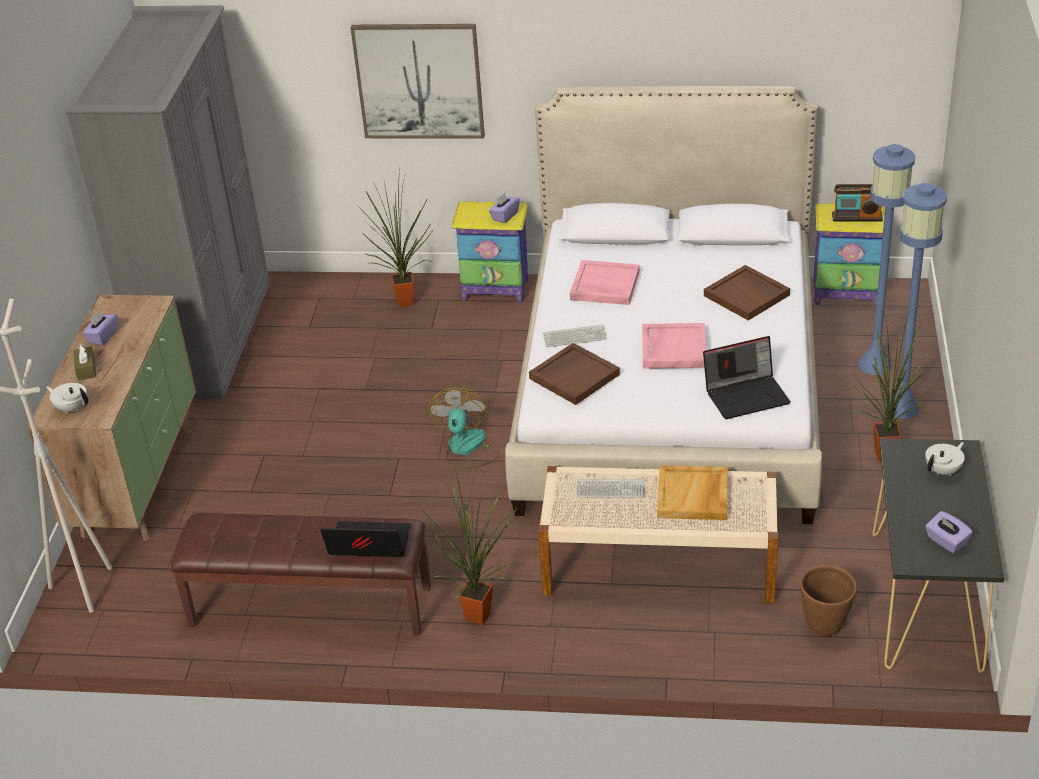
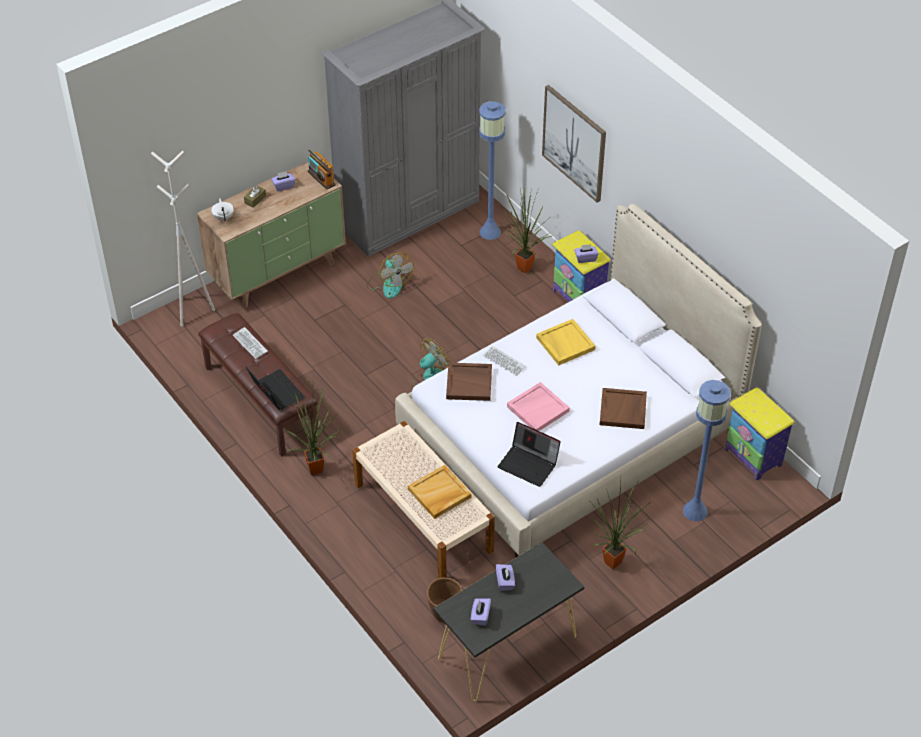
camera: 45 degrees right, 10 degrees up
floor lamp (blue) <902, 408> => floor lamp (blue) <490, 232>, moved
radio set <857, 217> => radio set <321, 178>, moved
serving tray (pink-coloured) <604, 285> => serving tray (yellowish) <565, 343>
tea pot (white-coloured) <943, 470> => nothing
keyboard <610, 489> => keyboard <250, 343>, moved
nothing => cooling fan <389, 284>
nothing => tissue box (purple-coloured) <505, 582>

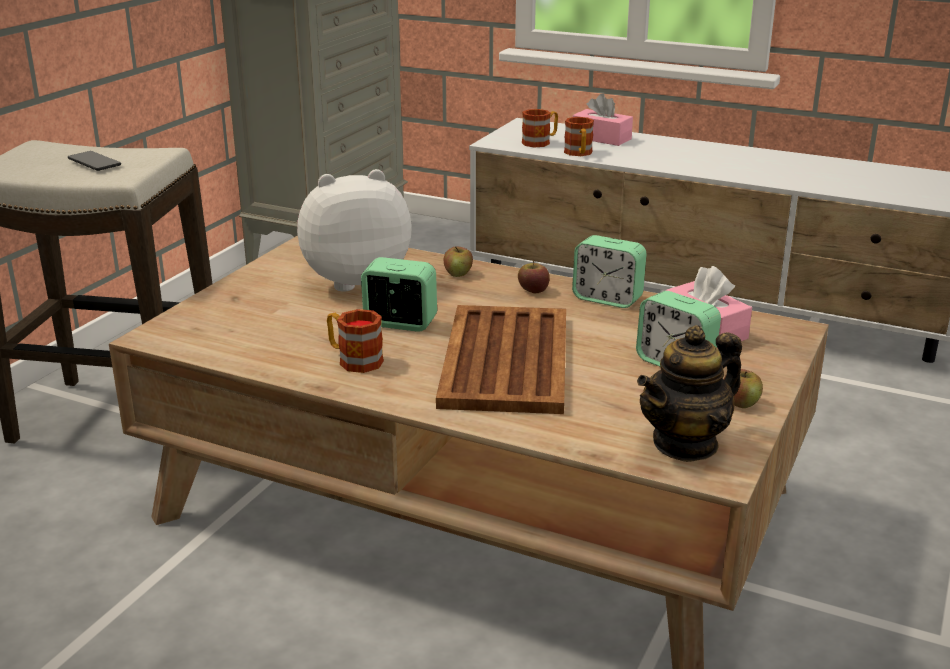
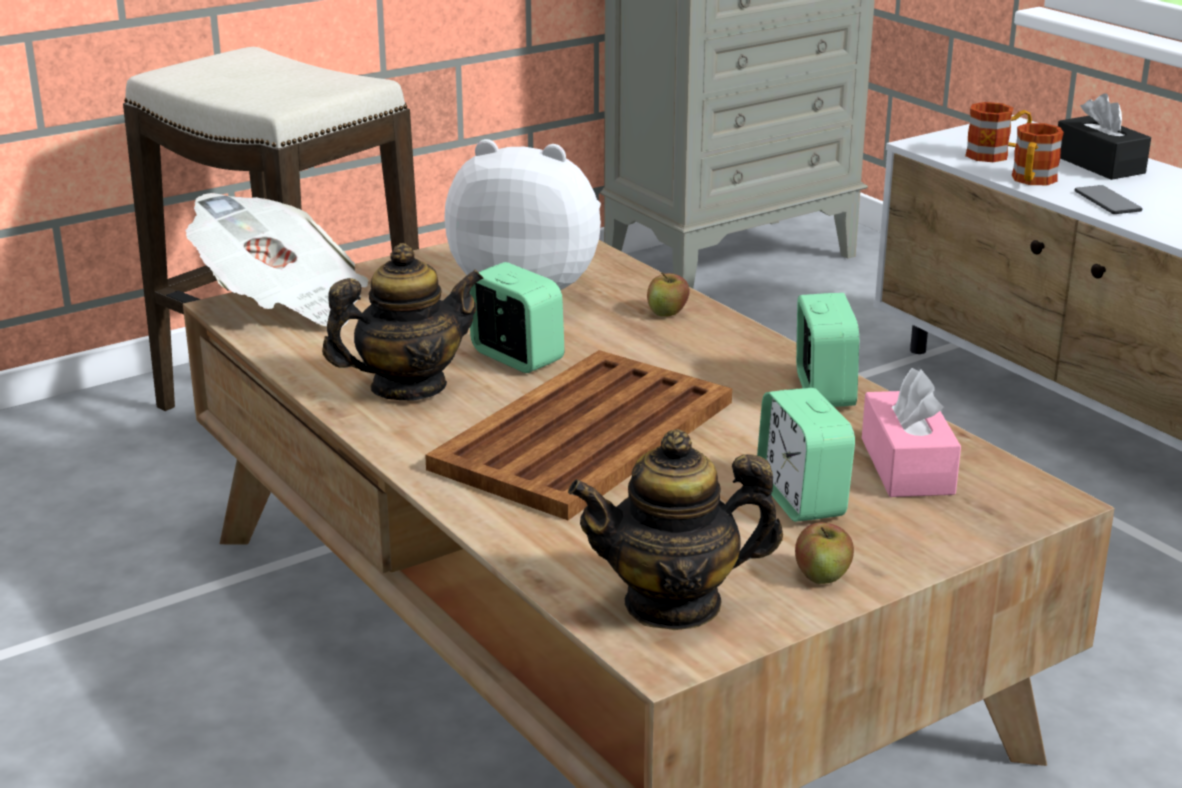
camera: 30 degrees right, 0 degrees up
tissue box (pink-coloured) <601, 138> => tissue box (blackish) <1099, 164>
handset <94, 162> => handset <1107, 201>, moved
table clock <607, 299> => table clock <823, 391>, 150 degrees counterclockwise
apple fruit <533, 290> => nothing
coffee mug <354, 360> => tea pot <408, 387>
nothing => daily paper <284, 304>

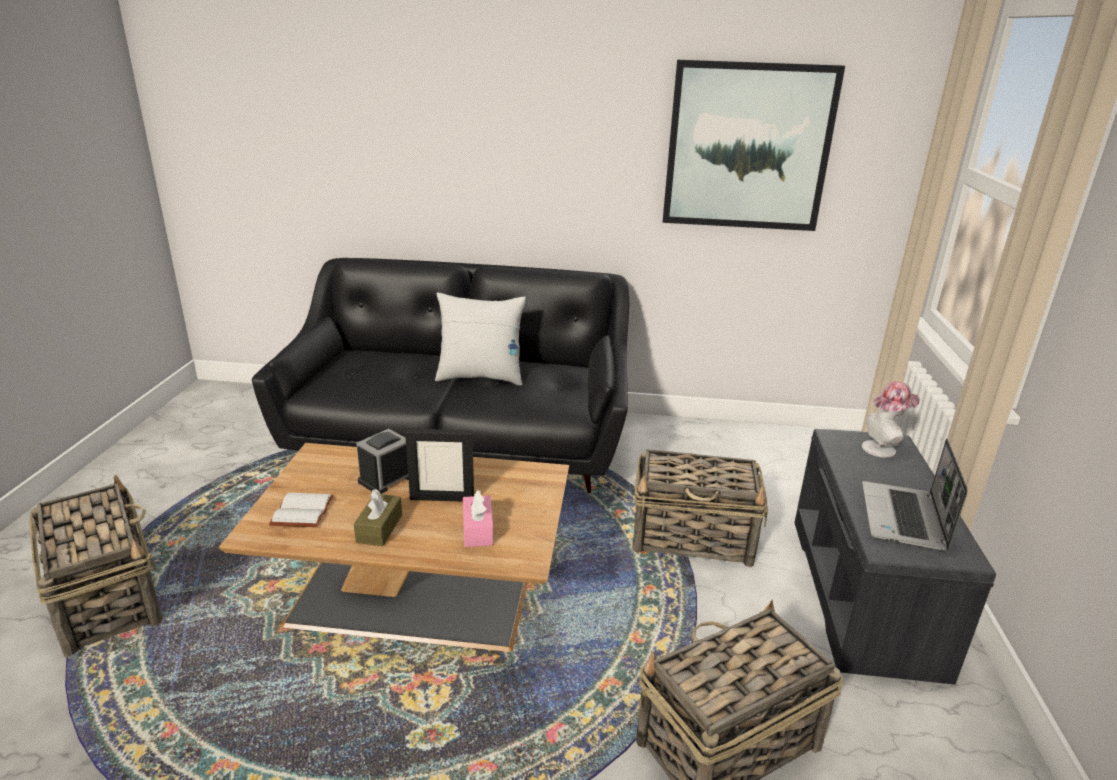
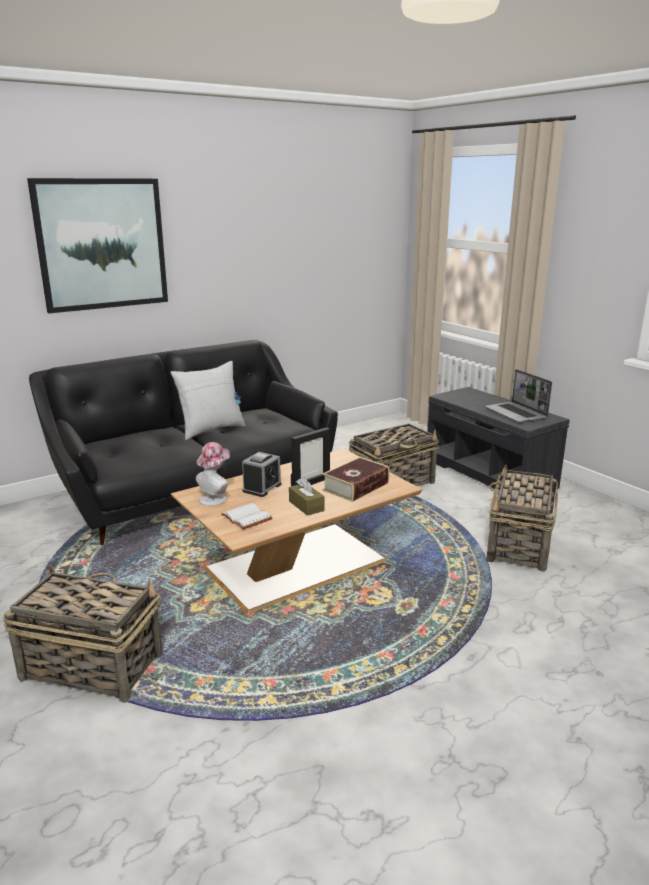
camera: 40 degrees left, 5 degrees down
picture <747, 147> => picture <102, 244>, moved
clothing hat <882, 448> => clothing hat <215, 498>, moved
table clock <386, 478> => table clock <262, 488>, 150 degrees counterclockwise
tissue box (pink-coloured) <478, 530> => bound book <356, 486>

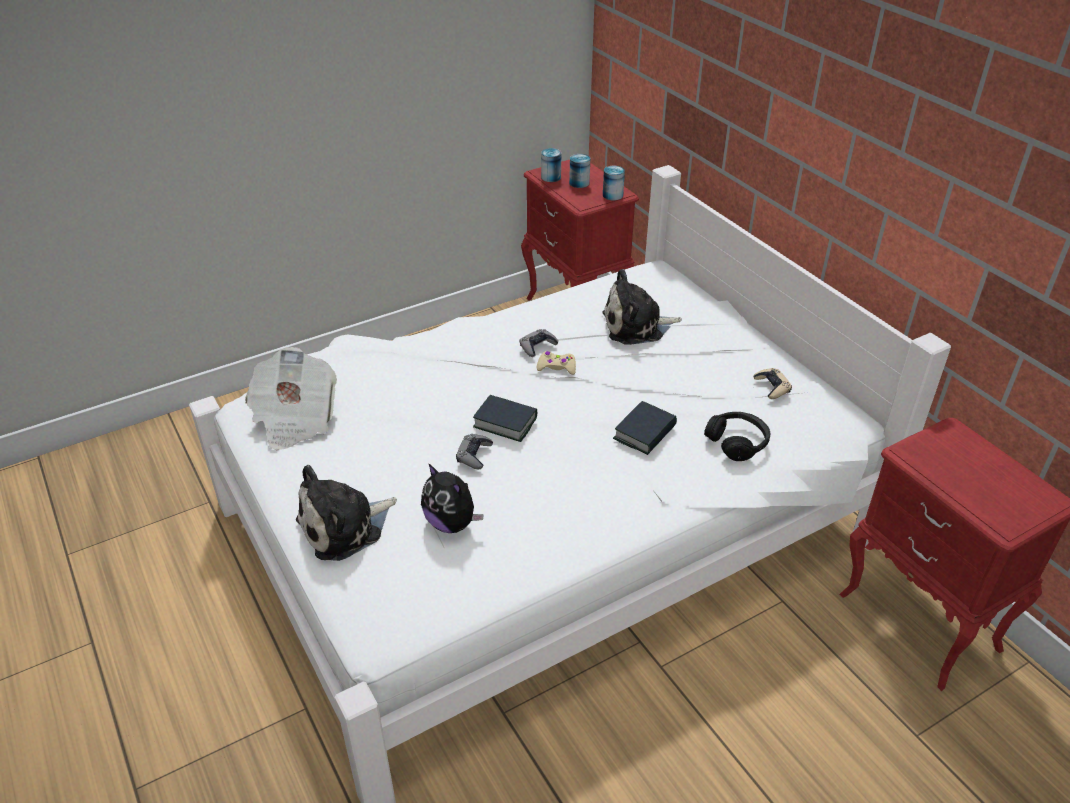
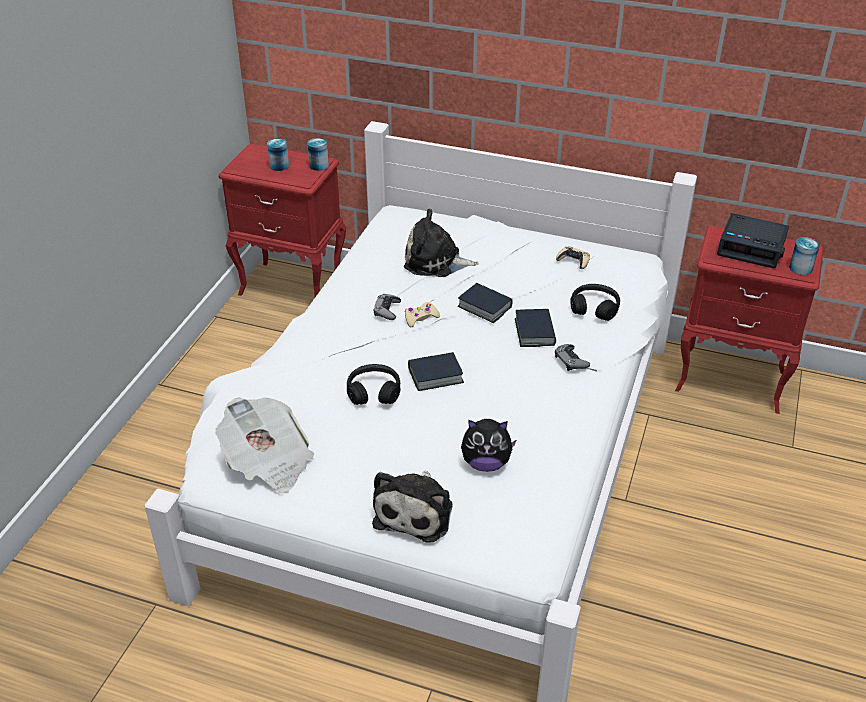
camera: 40 degrees left, 0 degrees up
can <551, 177> => can <800, 268>, moved
soft toy <637, 326> => soft toy <436, 261>, 60 degrees clockwise
gamepad (greyish) <474, 455> => gamepad (greyish) <571, 360>, moved
nothing => table clock <752, 247>
nothing => bound book <484, 307>
nothing => headphones (blackish) <374, 392>

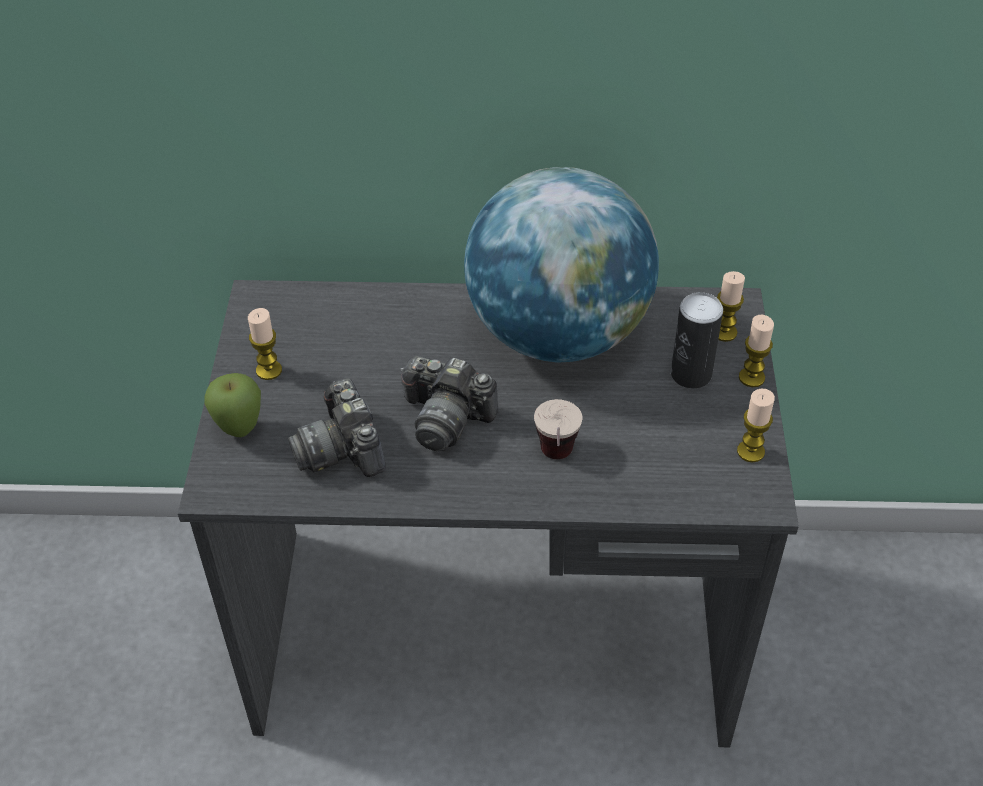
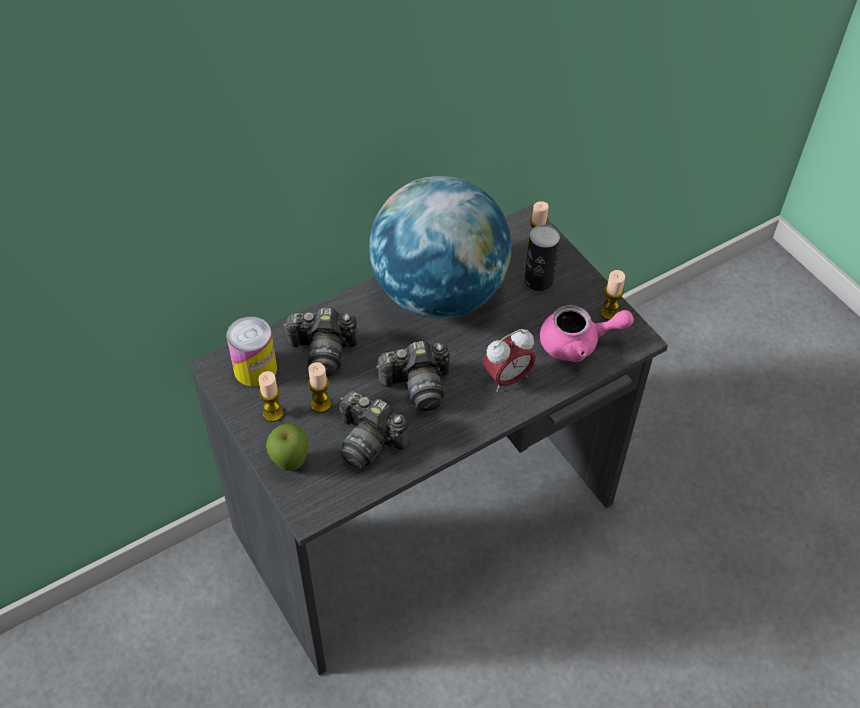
camera: 35 degrees left, 5 degrees up
wax candle <751, 377> => wax candle <321, 404>, moved
small cup <556, 463> => table clock <507, 378>
nothing => tea pot (pink-coloured) <578, 343>
nothing => photo camera <323, 351>
nothing => can <255, 369>

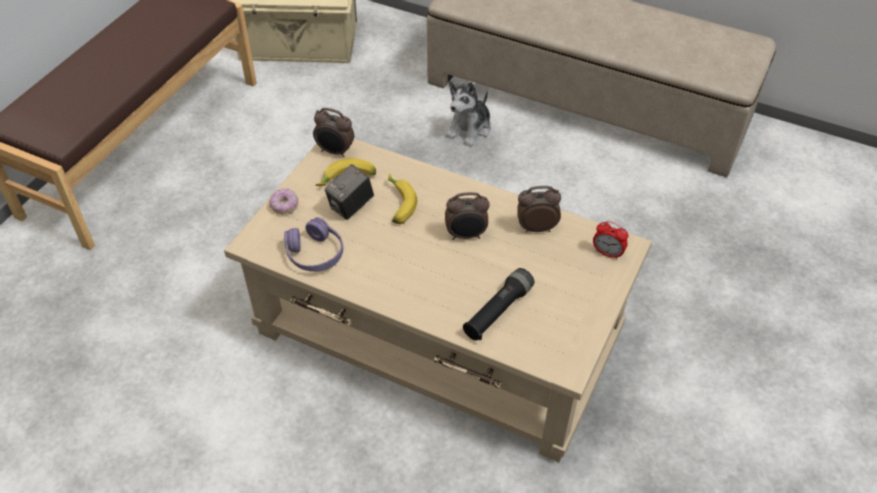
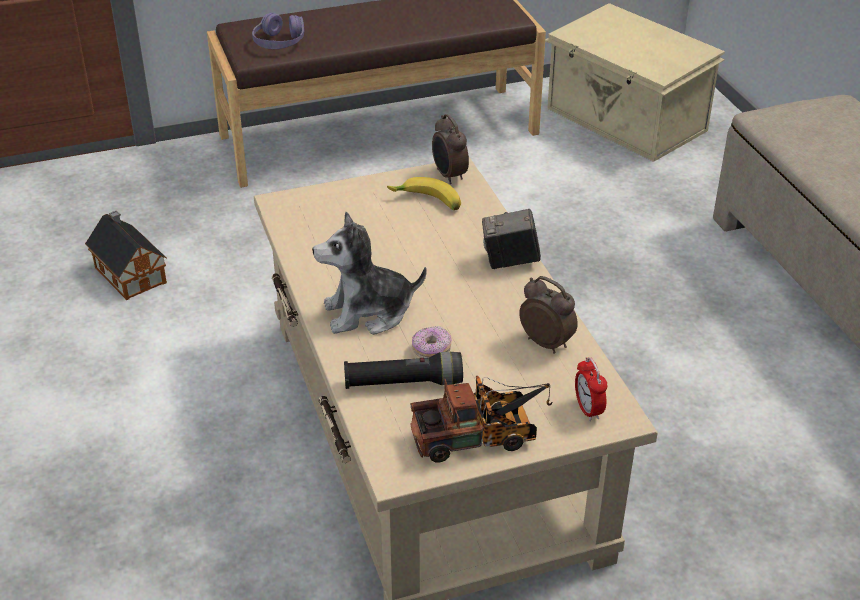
camera: 45 degrees right, 10 degrees down
soft toy <470, 129> => soft toy <368, 313>, moved
photo camera <351, 207> => photo camera <510, 261>, moved
banana fruit <397, 204> => nothing
ring doughnut <284, 206> => ring doughnut <431, 350>, moved
table clock <466, 235> => nothing
headphones (purple-coloured) <315, 254> => headphones (purple-coloured) <279, 42>, moved
nothing => miniature house <129, 273>
nothing => toy truck <481, 437>

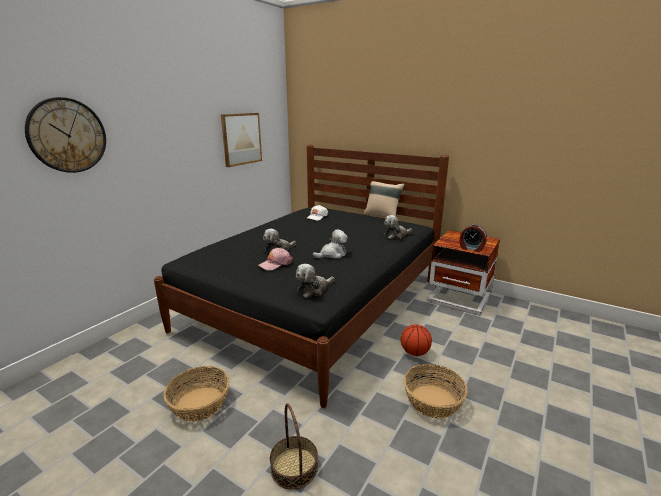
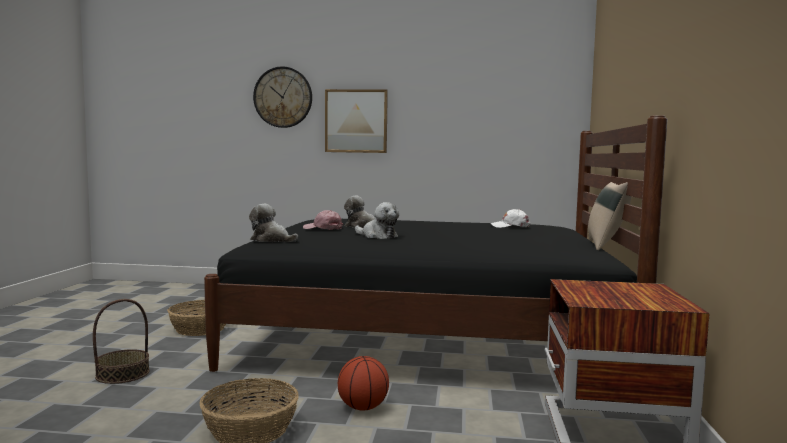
camera: 65 degrees right, 15 degrees down
picture <241, 139> => picture <356, 121>, moved
soft toy <396, 235> => nothing
table clock <471, 248> => nothing

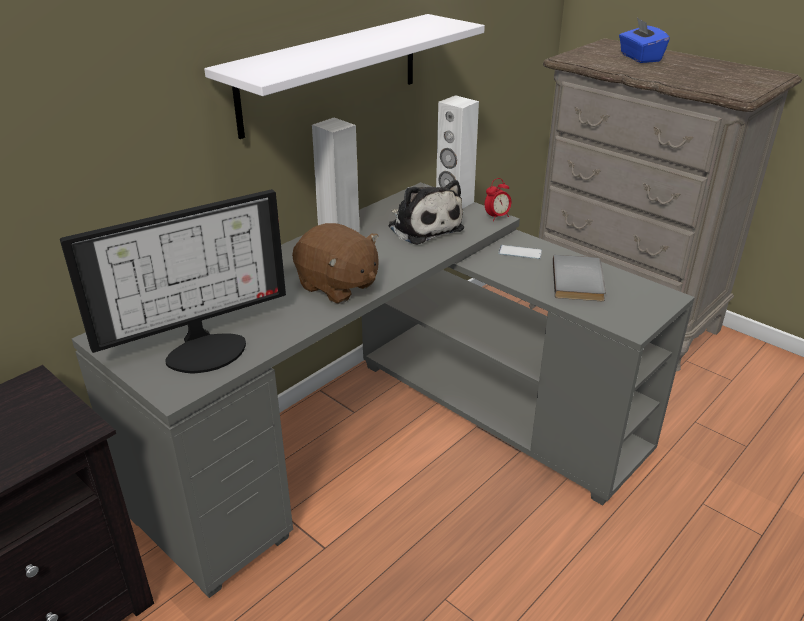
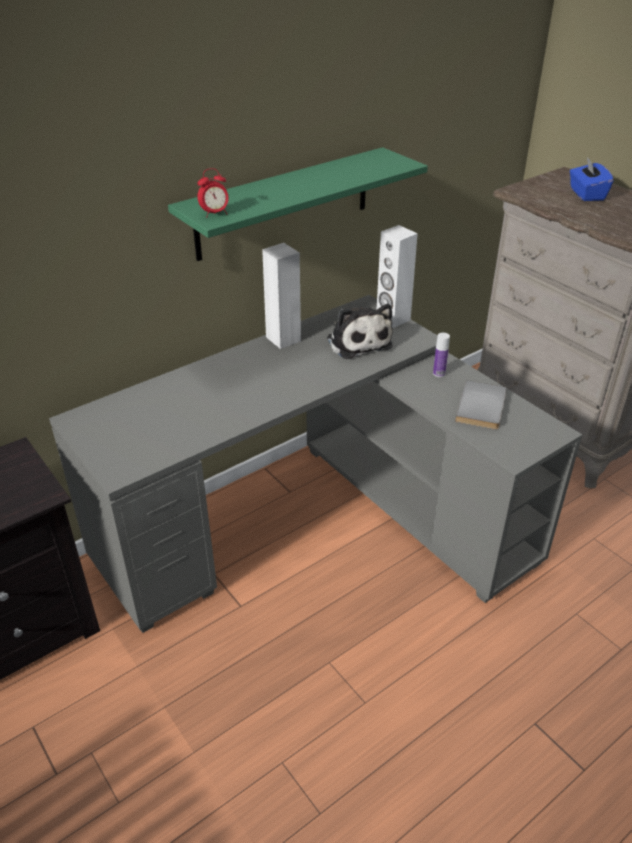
camera: 10 degrees right, 5 degrees up
bracket shelf (white-coloured) <331, 73> => bracket shelf (greenish) <284, 203>
table clock <497, 217> => table clock <215, 214>, moved
computer screen <205, 348> => nothing
soft toy (brown) <337, 286> => nothing
handset <520, 252> => drink bottle <439, 373>

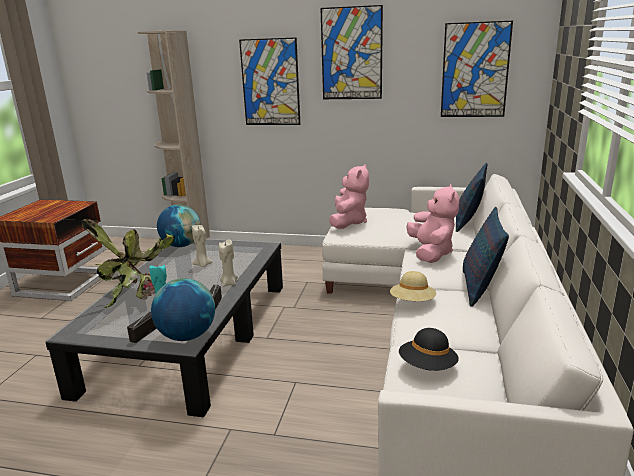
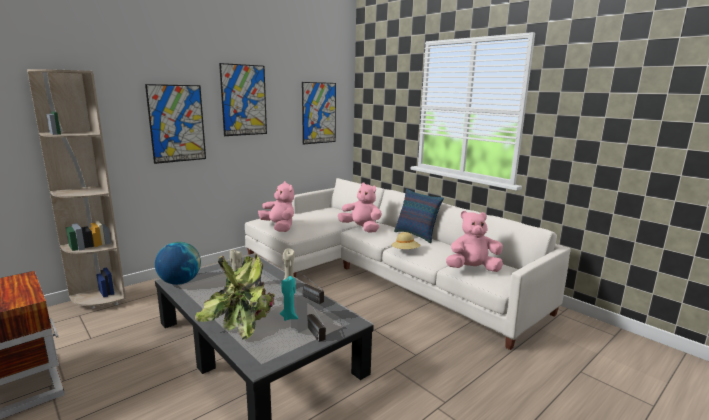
camera: 55 degrees left, 5 degrees down
pillow (blue) <468, 223> => nothing
world globe <187, 336> => nothing
clothing hat (blackish) <427, 367> => soft toy (pink-coloured) <472, 269>

